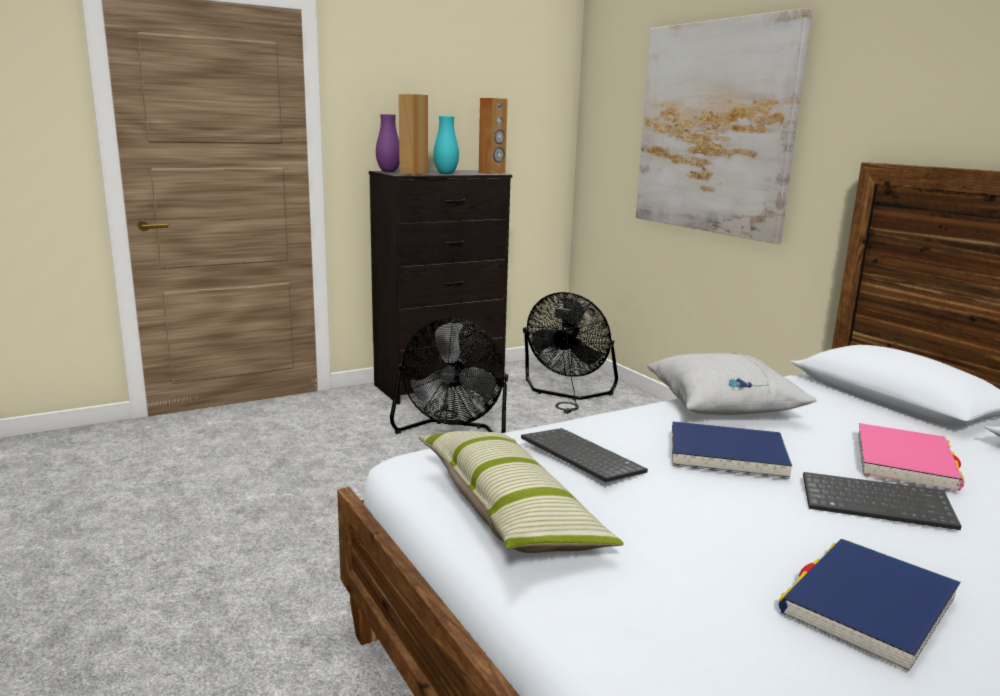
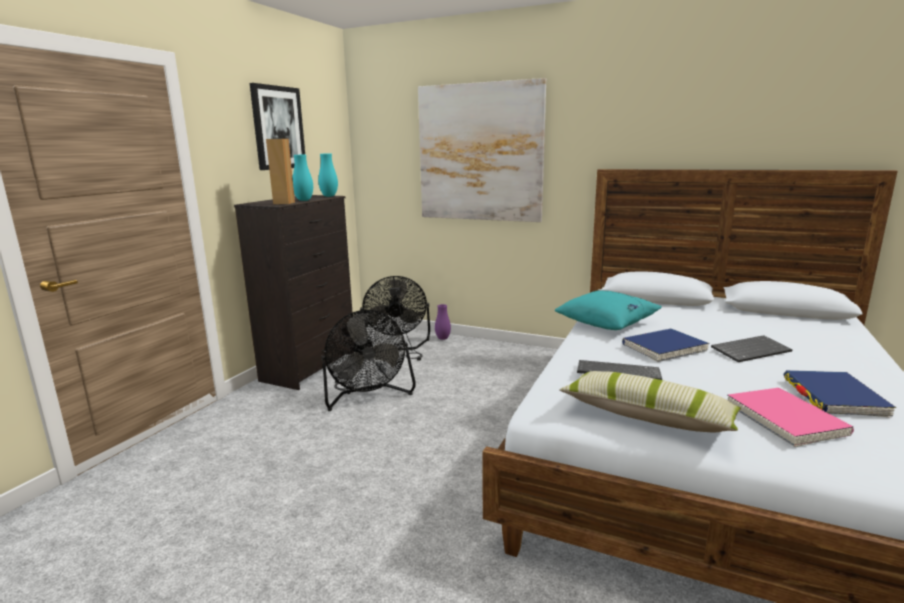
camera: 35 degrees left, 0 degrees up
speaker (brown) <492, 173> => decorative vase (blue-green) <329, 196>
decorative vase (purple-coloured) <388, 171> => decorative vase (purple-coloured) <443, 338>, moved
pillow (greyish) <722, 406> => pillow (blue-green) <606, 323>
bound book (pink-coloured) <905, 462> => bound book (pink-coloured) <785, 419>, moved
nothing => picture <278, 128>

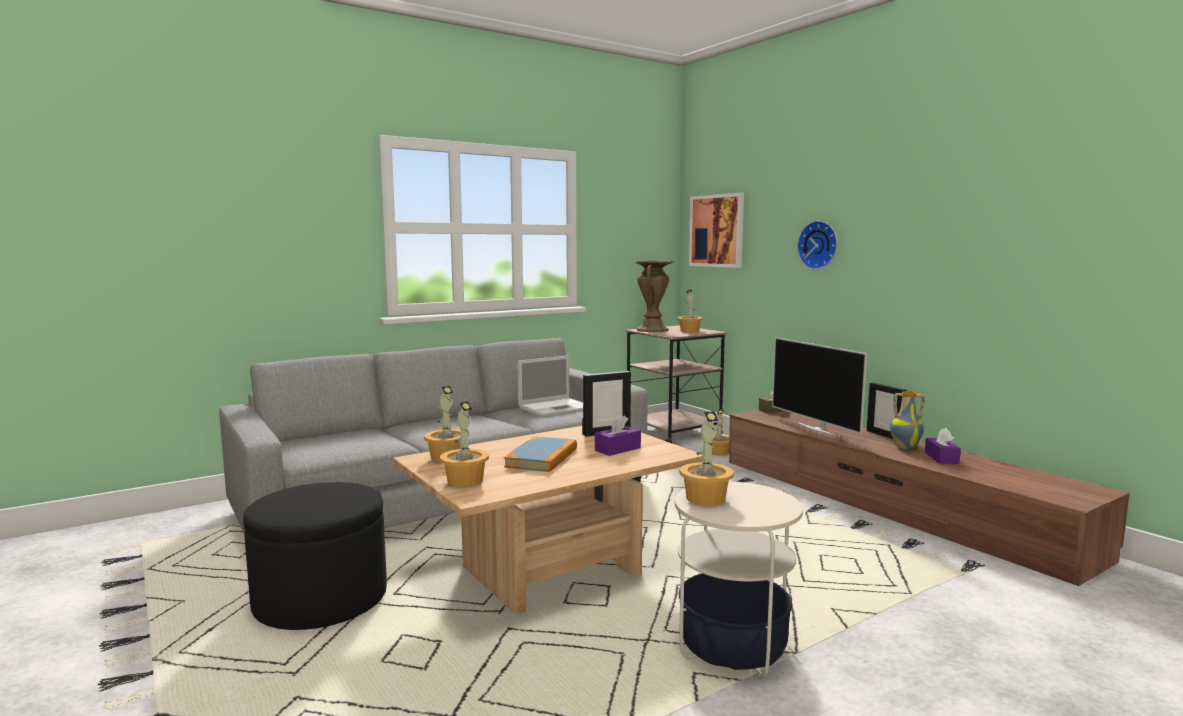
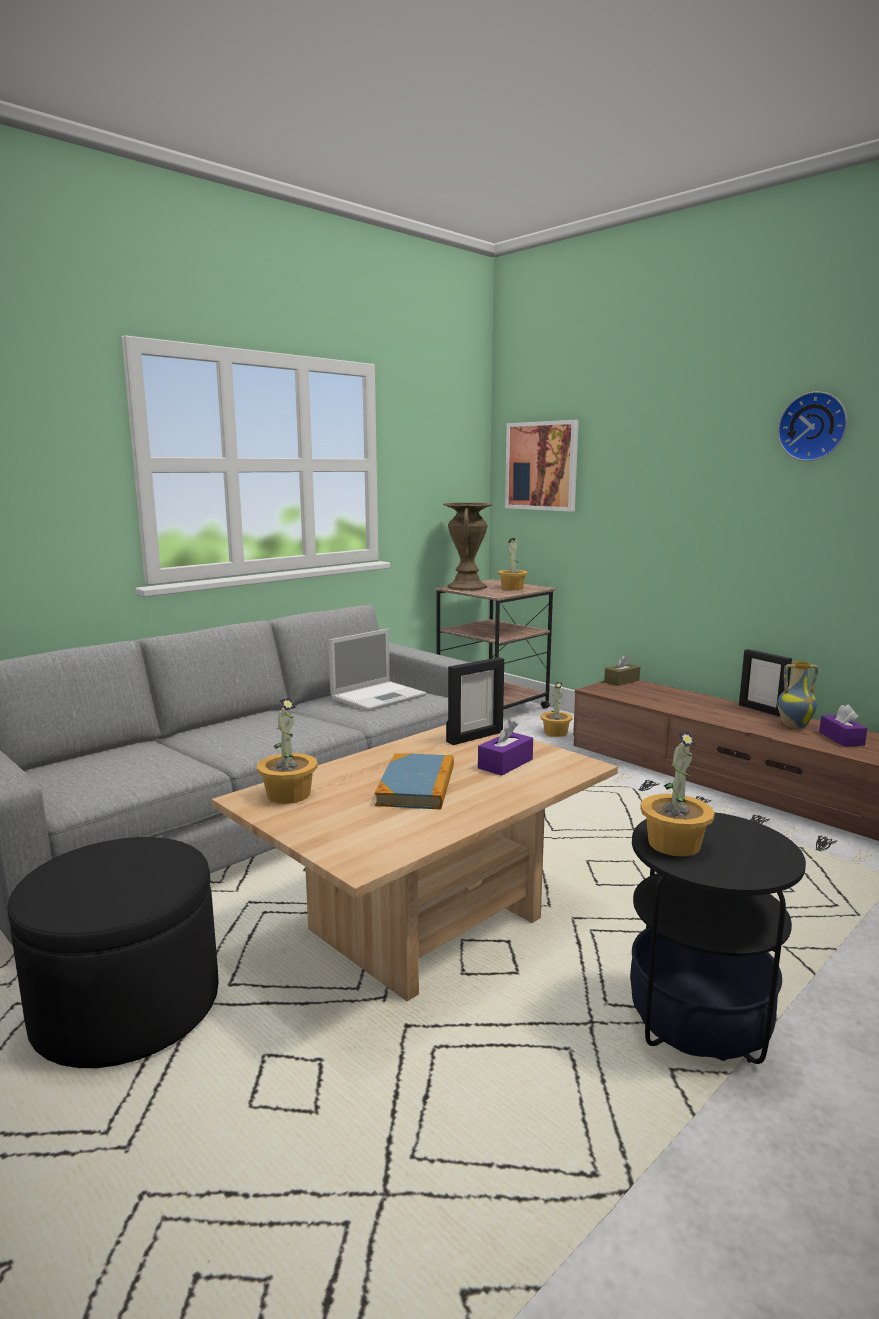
camera: 10 degrees left, 5 degrees up
hanging clock <819, 245> => hanging clock <813, 426>, moved
television <817, 429> => nothing
potted plant <464, 481> => nothing
accent table (sand-coloured) <733, 648> => accent table (blackish) <699, 1023>

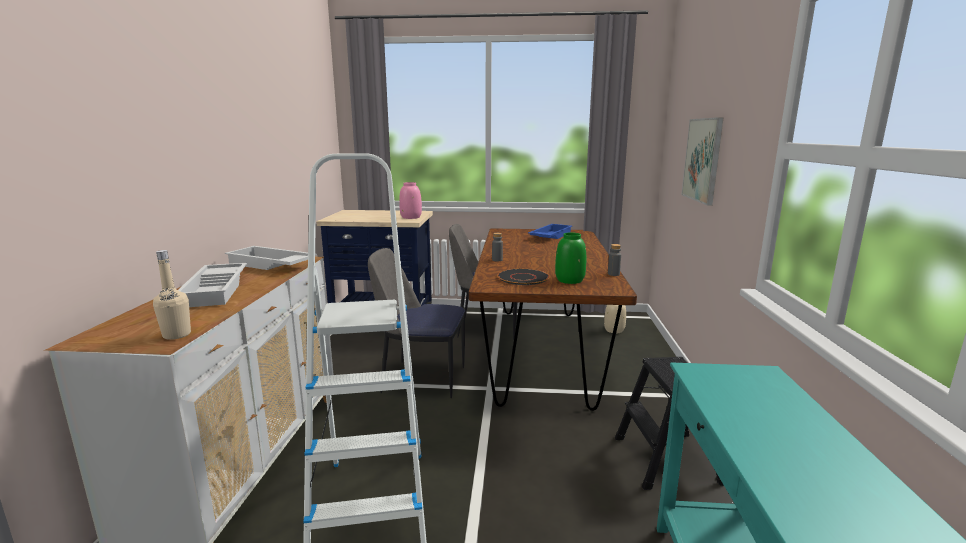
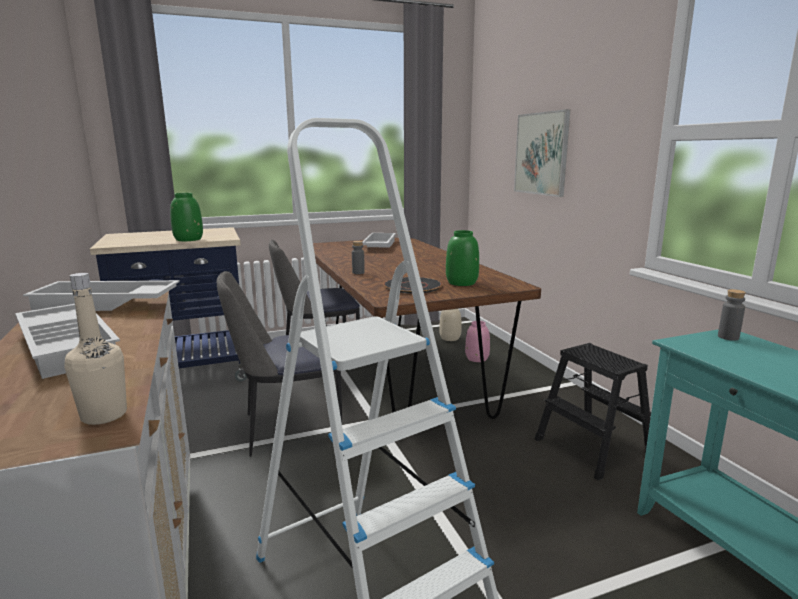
camera: 25 degrees left, 0 degrees up
decorative vase (pink-coloured) <411, 217> => decorative vase (pink-coloured) <477, 358>, moved
serving tray (blue) <550, 236> => serving tray (white-coloured) <378, 245>
drink bottle (greyish) <613, 274> => drink bottle (greyish) <728, 337>, moved
nothing => decorative vase (greenish) <188, 239>

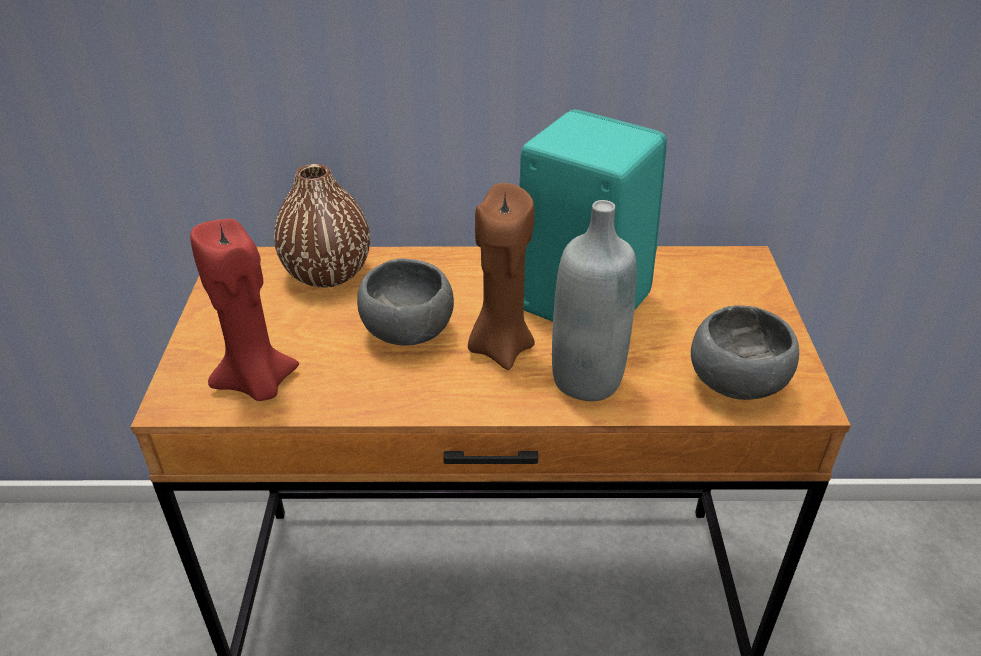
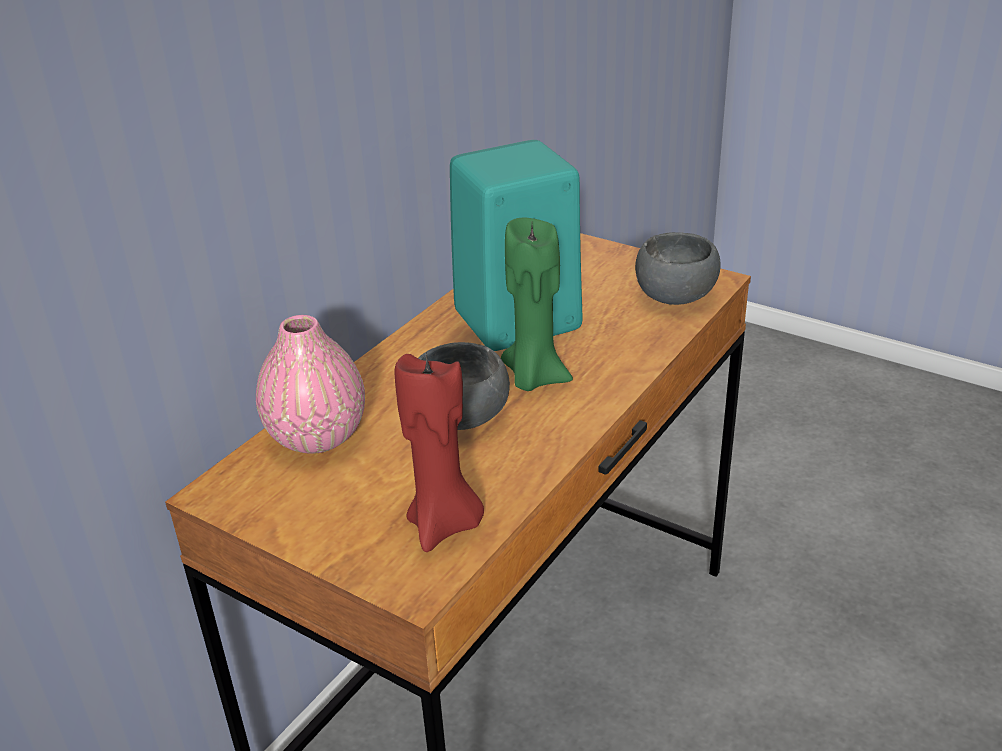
camera: 55 degrees left, 5 degrees down
decorative vase (brown) <327, 273> => decorative vase (pink-coloured) <317, 436>
wax candle (brown) <500, 347> => wax candle (greenish) <534, 378>
drink bottle (greyish) <587, 379> => nothing

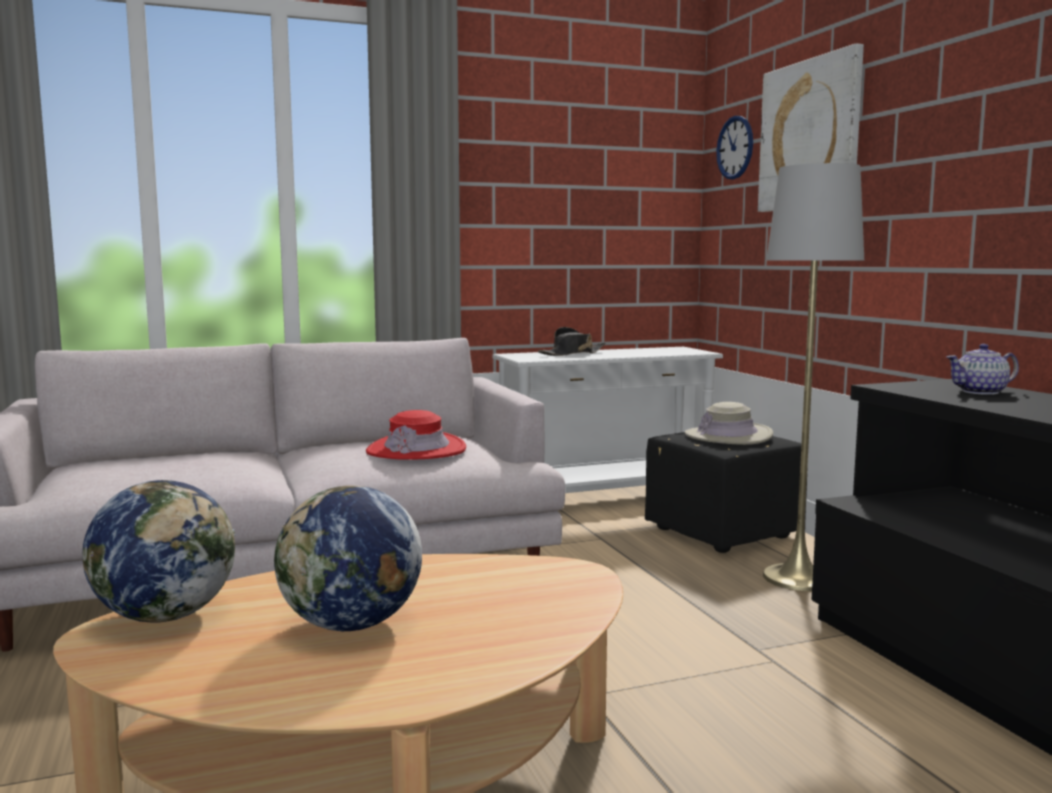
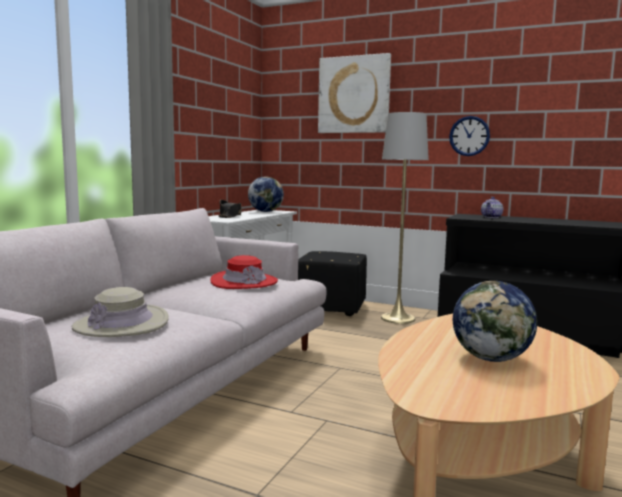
camera: 45 degrees left, 0 degrees up
hanging clock <735, 147> => hanging clock <469, 136>, moved
clothing hat (sand-coloured) <728, 436> => clothing hat (sand-coloured) <121, 324>, moved
world globe <166, 616> => world globe <265, 211>, moved

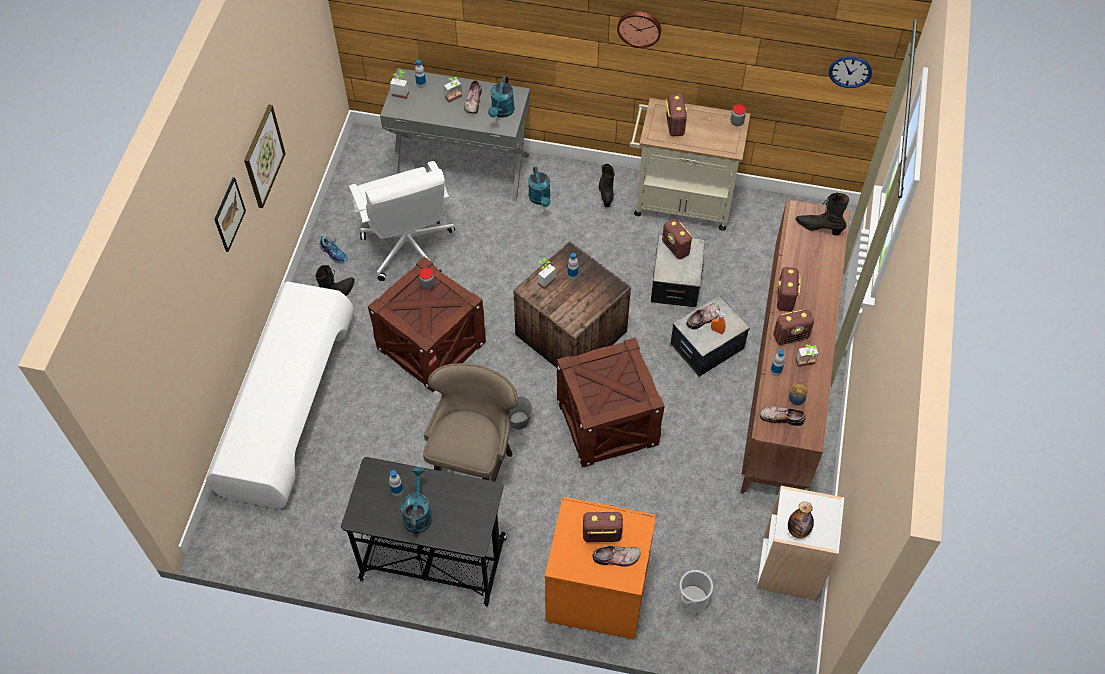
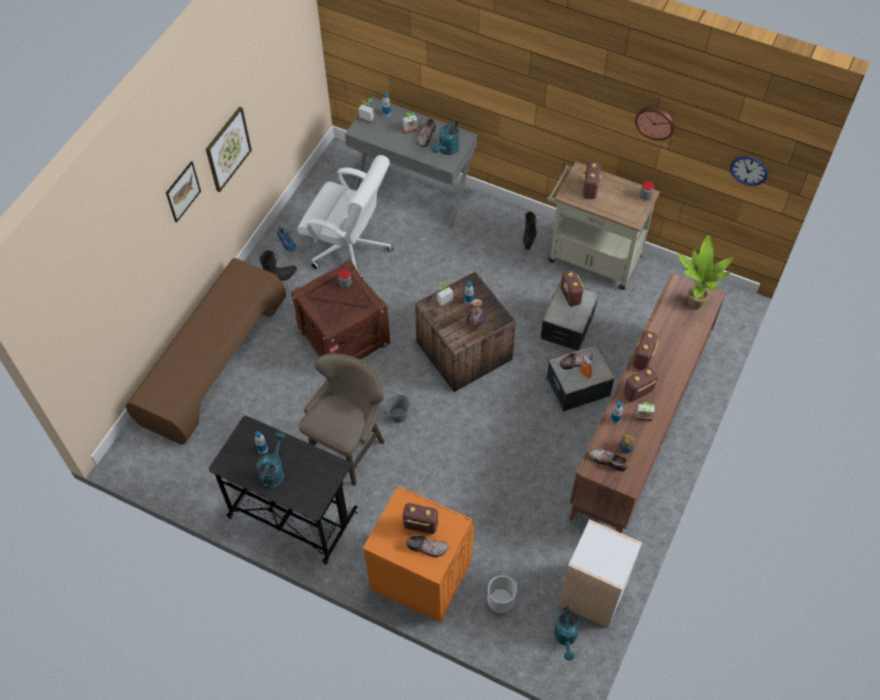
camera: 15 degrees right, 0 degrees up
hanging clock <639, 27> => hanging clock <655, 122>, moved
office chair (white-coloured) <408, 245> => office chair (white-coloured) <349, 248>, 60 degrees counterclockwise
watering pot (blue-green) <540, 199> => watering pot (blue-green) <566, 638>, moved
boot (blackish) <819, 227> => potted plant <692, 303>
bench (white-coloured) <287, 405> => bench (brown) <212, 361>
radio set <791, 336> => radio set <638, 392>, 150 degrees clockwise
shipping crate <607, 422> => nothing
drink bottle <798, 530> => drink bottle <475, 325>, moved

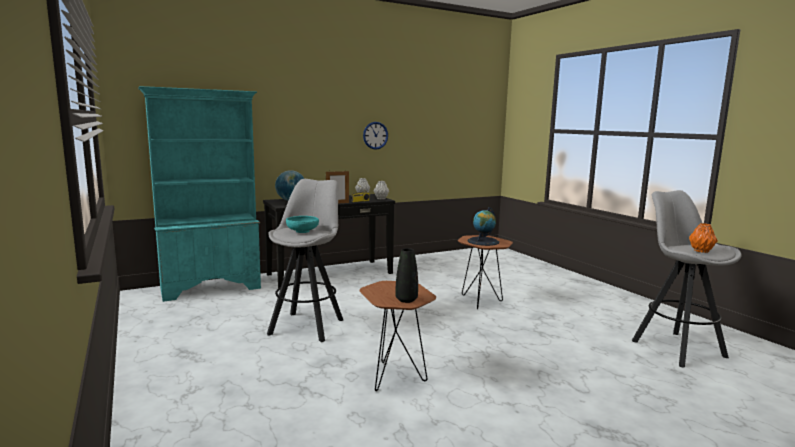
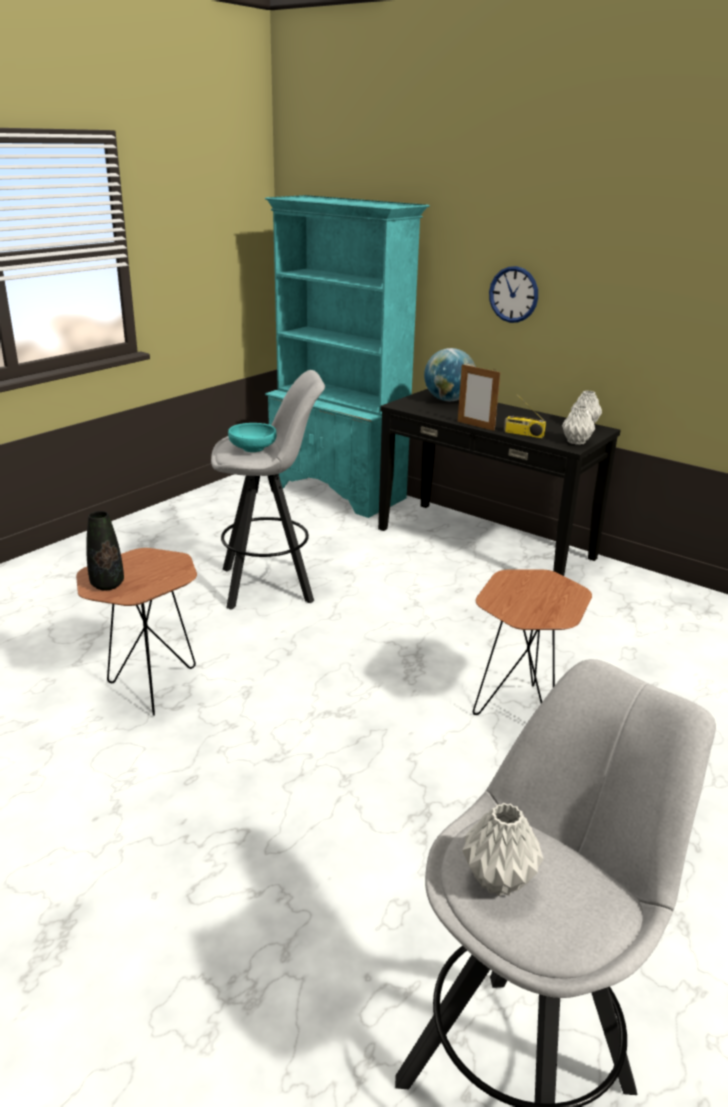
camera: 65 degrees right, 15 degrees up
hanging clock <375, 135> => hanging clock <513, 294>, moved
world globe <483, 241> => nothing
decorative vase (orange-coloured) <701, 251> => decorative vase (greyish) <497, 881>

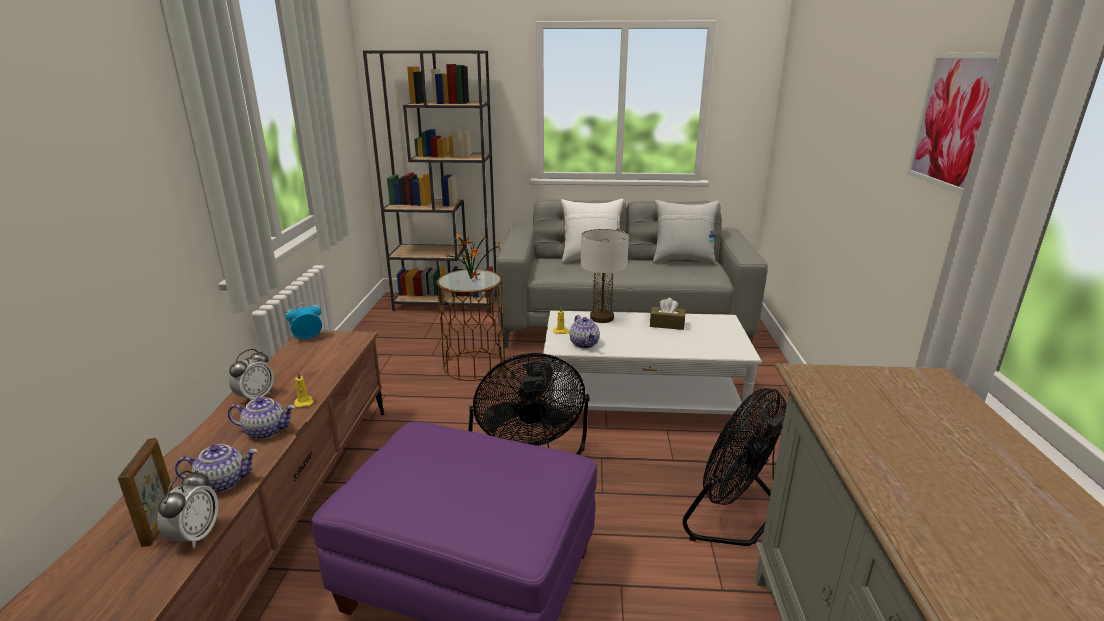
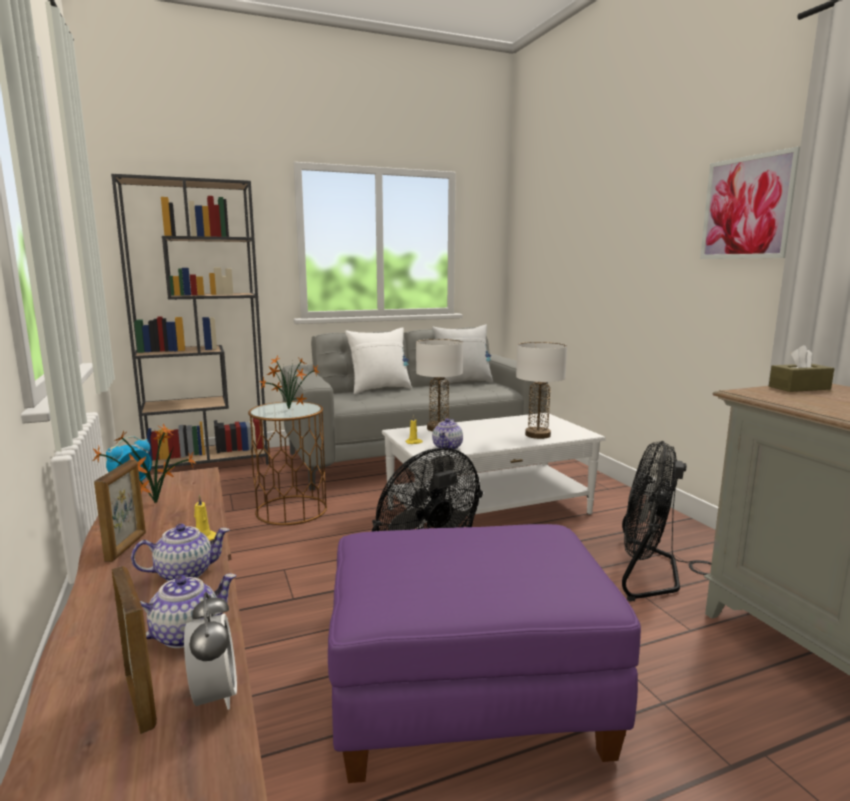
camera: 25 degrees left, 10 degrees down
tissue box (brown) <667, 324> => tissue box (brown) <799, 388>, moved
tea pot <584, 344> => tea pot <448, 447>, 60 degrees clockwise
table clock <256, 397> => photo frame <127, 546>
nothing => tabletop lamp <538, 435>
nothing => potted plant <154, 504>

